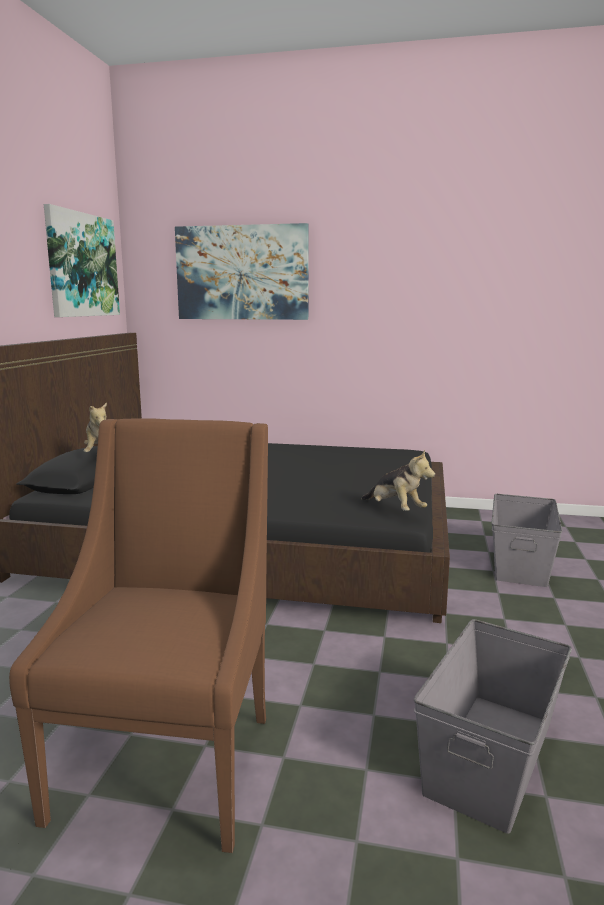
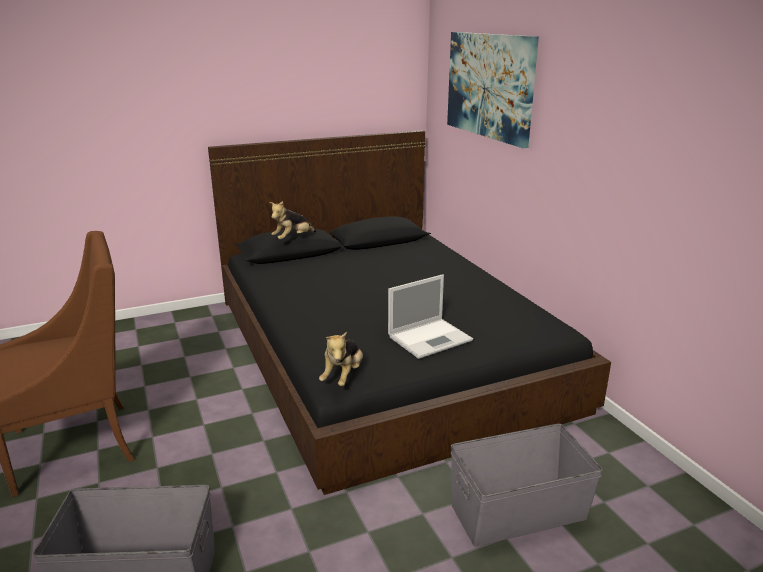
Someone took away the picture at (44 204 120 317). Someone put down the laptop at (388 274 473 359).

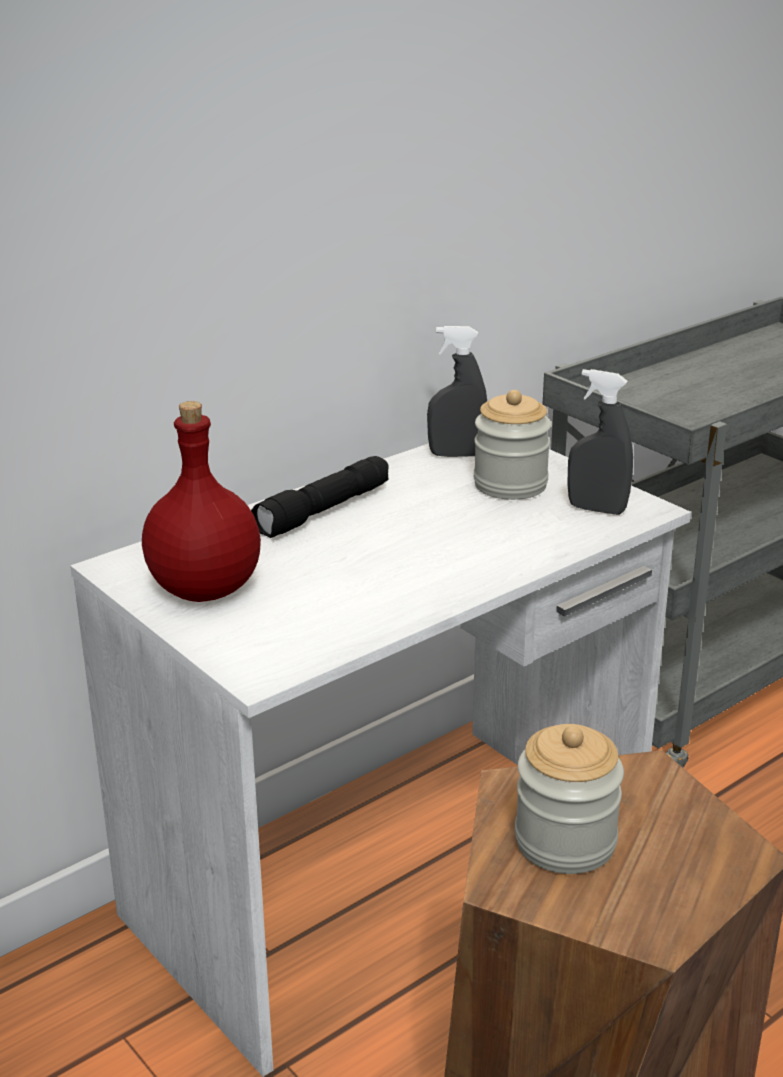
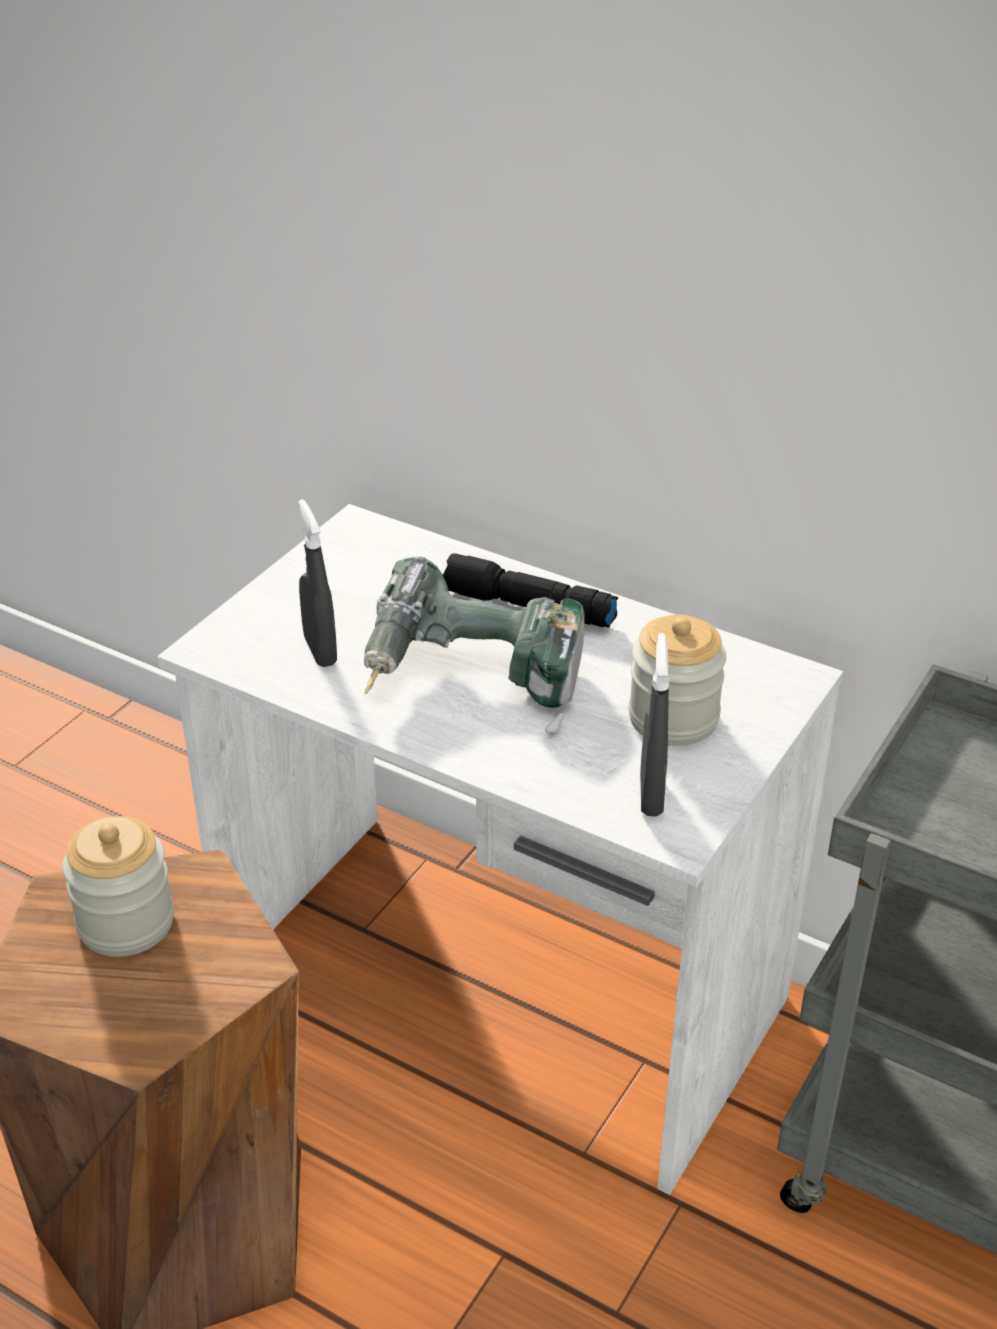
Someone carried the grey spray bottle from (427 326 487 457) to (299 499 337 667). Someone took away the red bottle at (142 401 261 602). Someone put down the power drill at (364 556 585 733).

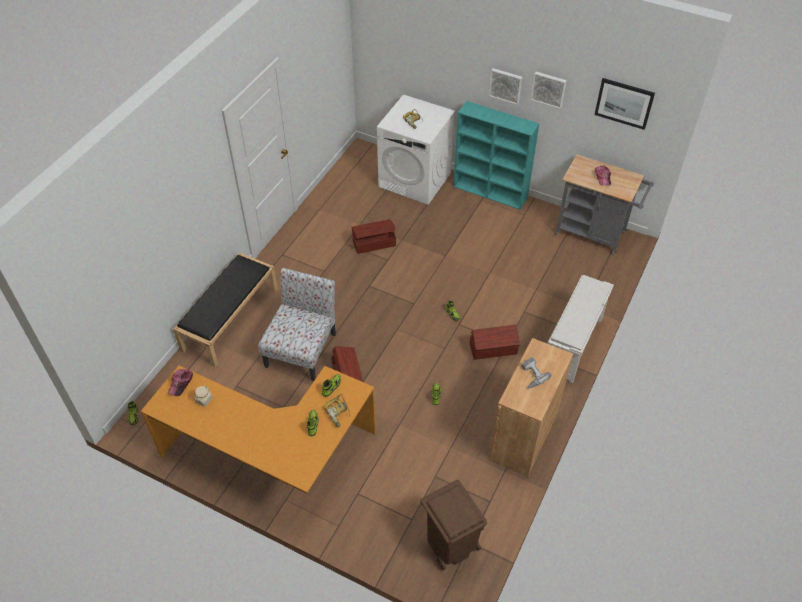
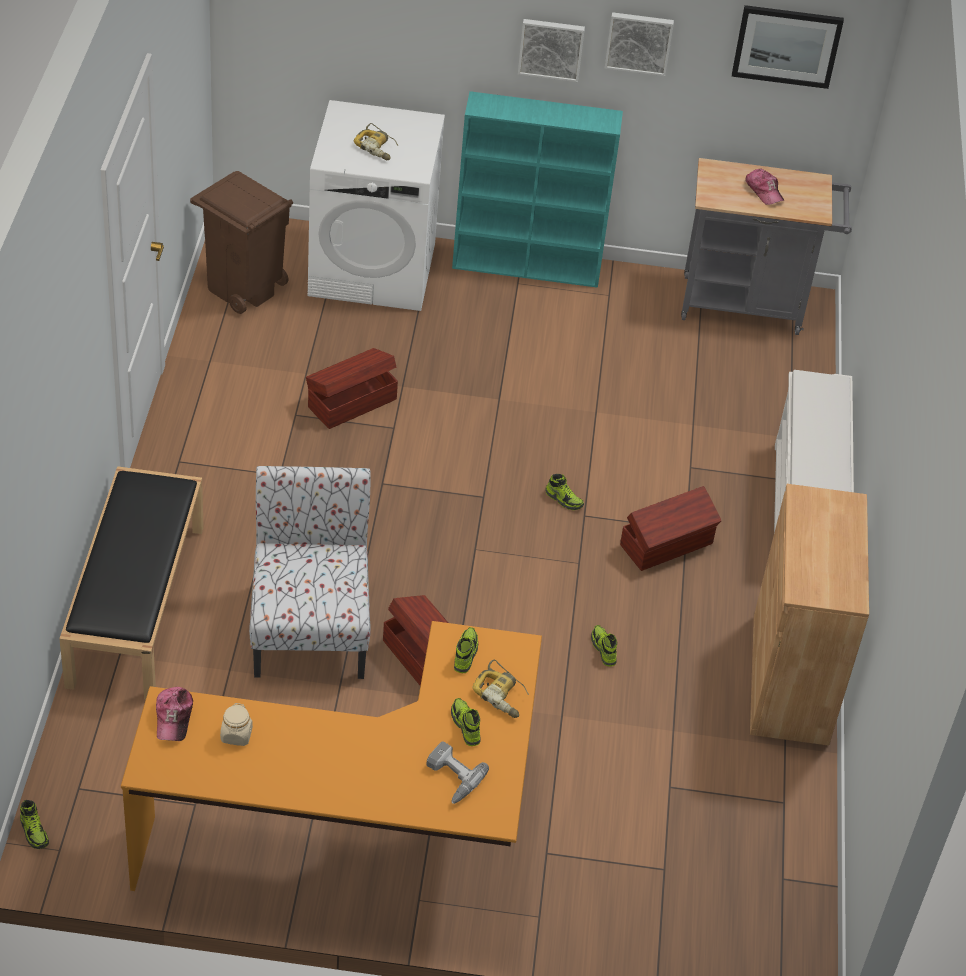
Someone carried the power drill from (521 357 551 388) to (426 741 489 804). Someone carried the brown trash can from (420 480 487 570) to (190 171 293 314).

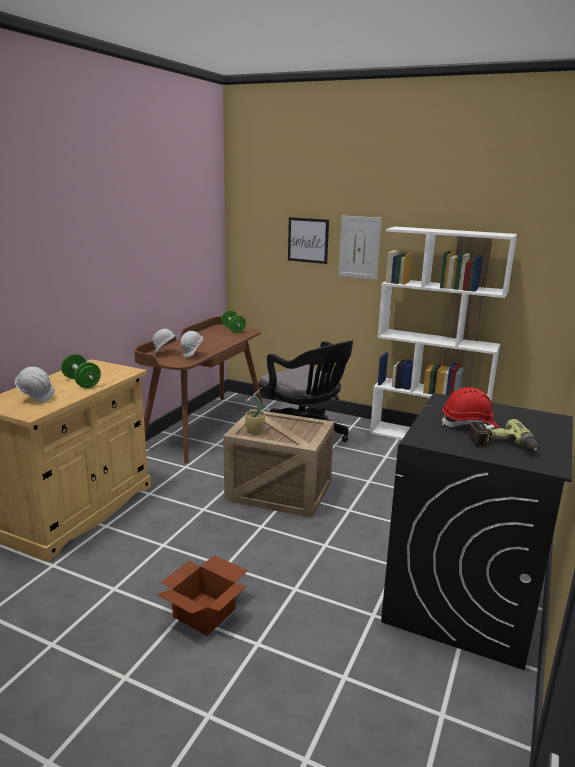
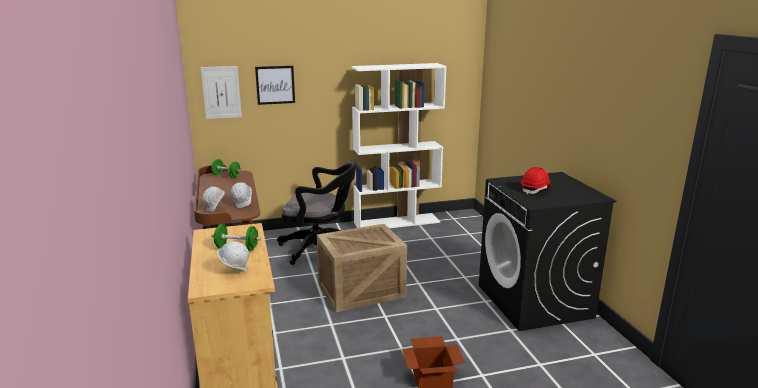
Someone carried the picture from (338 216 382 280) to (200 66 242 119). Someone took away the potted plant at (244 387 267 434). Someone took away the power drill at (469 419 540 453).

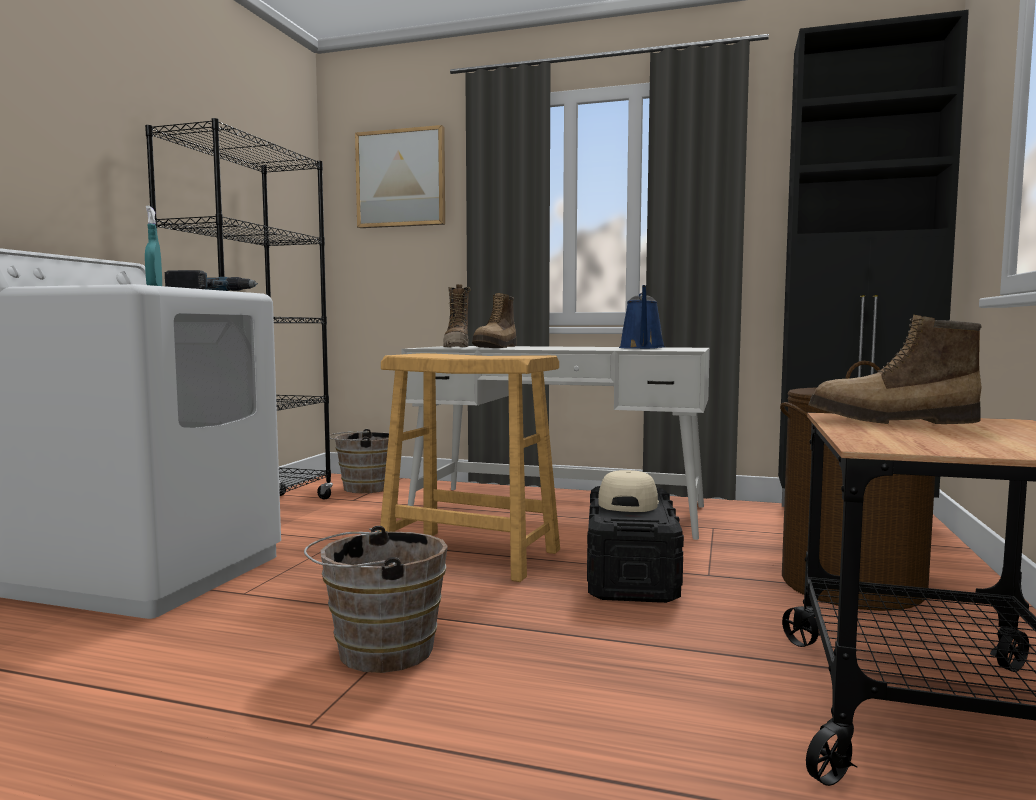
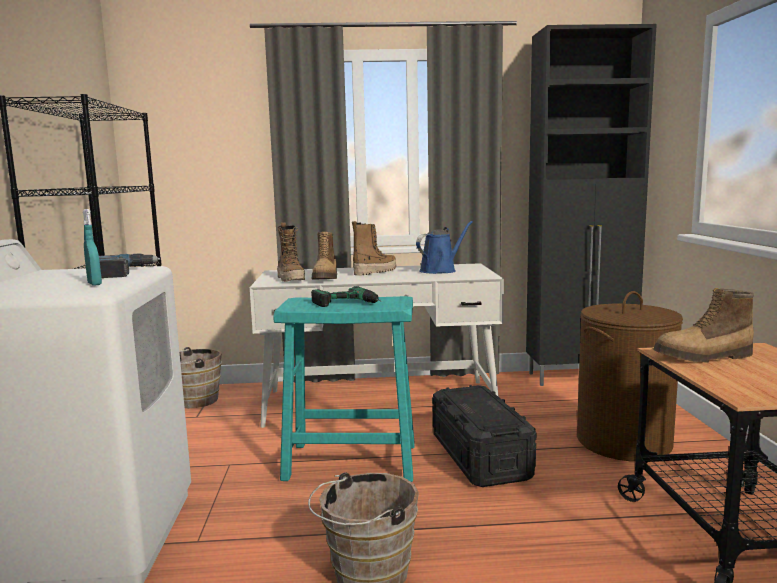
Someone took away the picture at (355 125 445 228). Someone rotated the blue watering can at (619 285 665 349) by 120 degrees counterclockwise. Someone repainted the beige stool at (380 353 560 582), which became the turquoise stool at (273 296 415 482). Someone took away the beige cap at (598 470 659 512). Someone put down the boot at (352 221 396 275). Someone put down the power drill at (311 286 382 307).

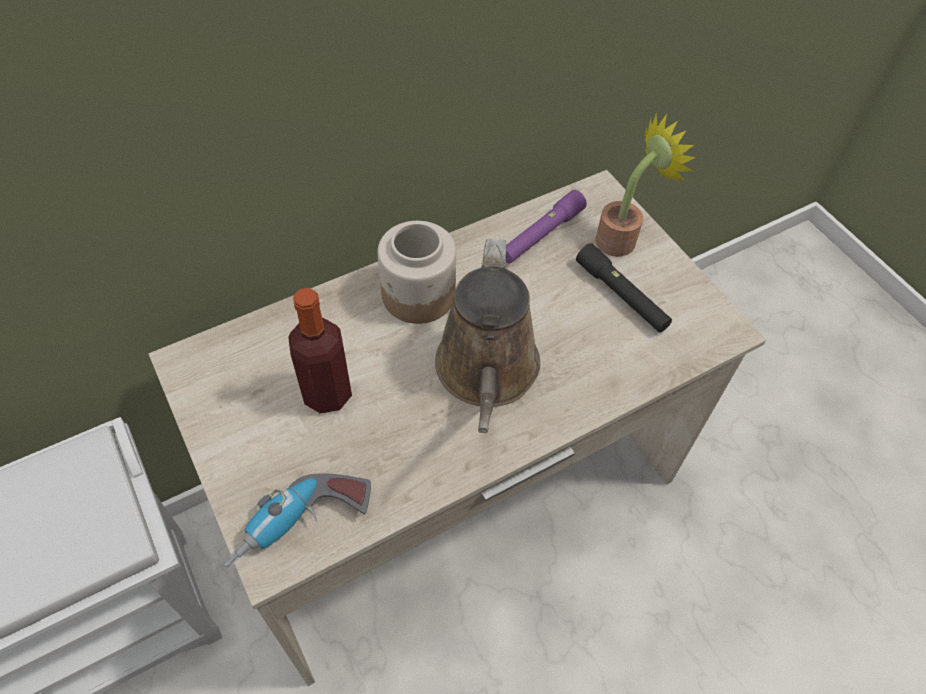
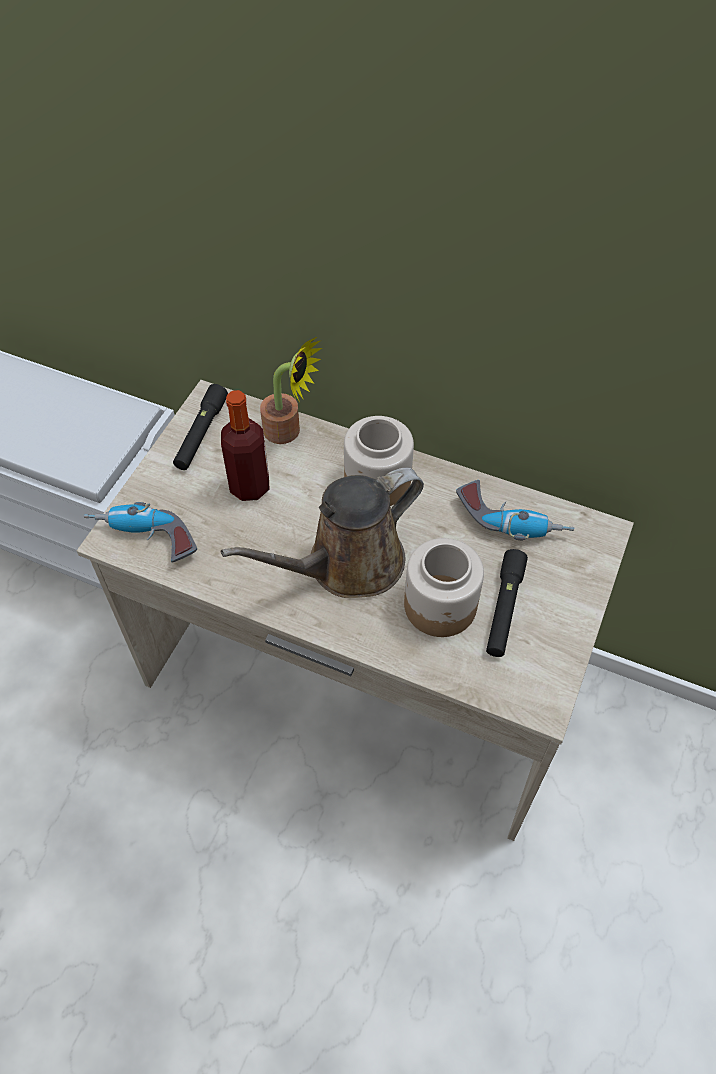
Someone carried the potted plant from (595 113 696 257) to (260 337 322 444). Someone swapped the purple flashlight at (506 190 587 263) for the power drill at (456 480 574 541). Someone put down the black flashlight at (173 384 228 470). Someone put down the jar at (404 538 484 637).

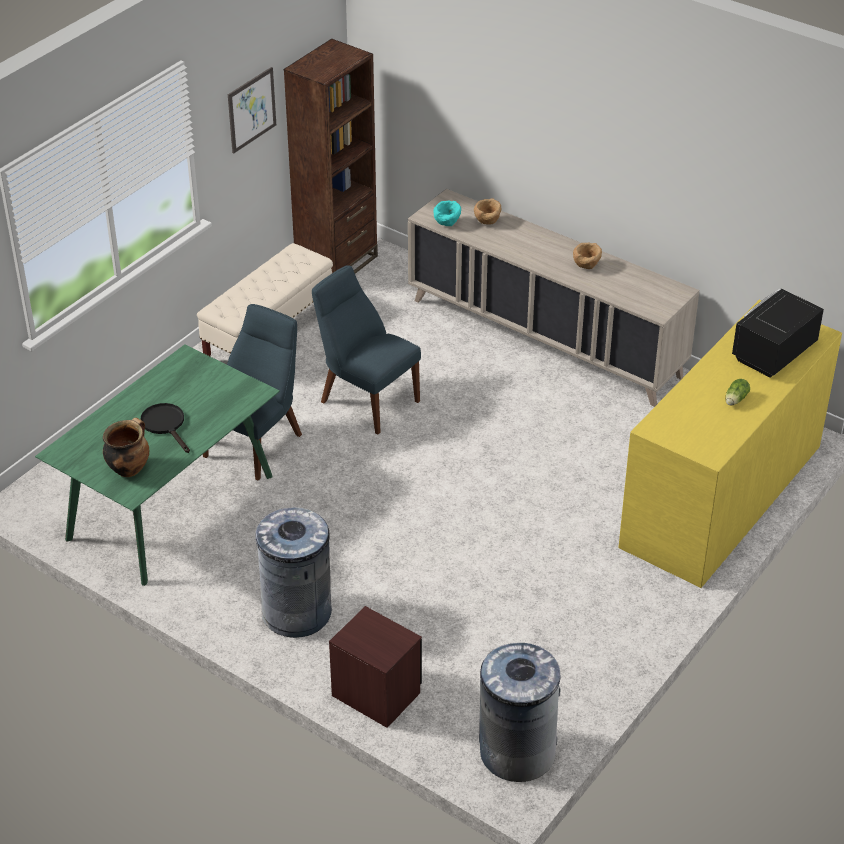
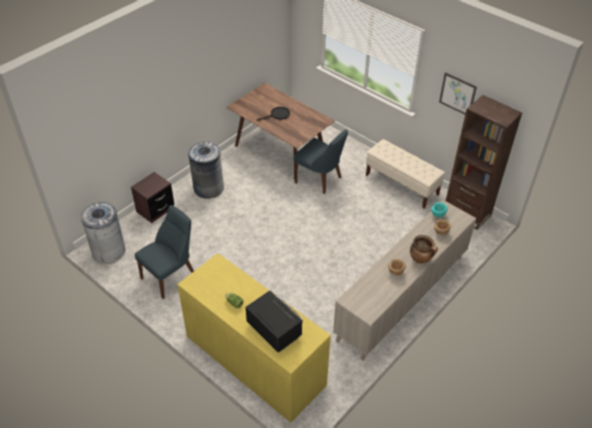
Someone carried the blue chair from (312 265 421 434) to (135 205 194 299). Someone repainted the green dining table at (35 344 280 586), which became the brown dining table at (226 83 335 184). Someone carried the cooking pot from (103 418 149 477) to (410 235 438 264).

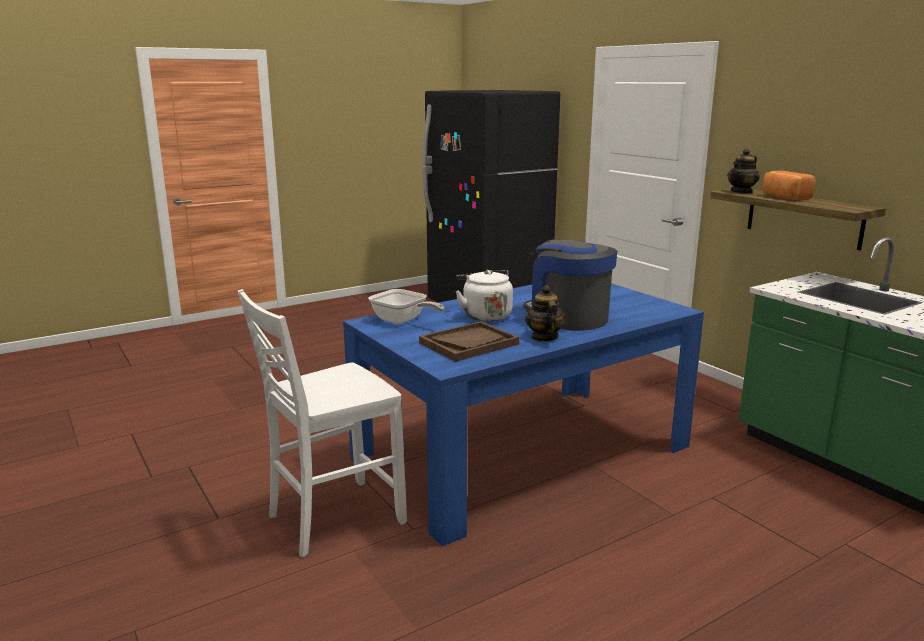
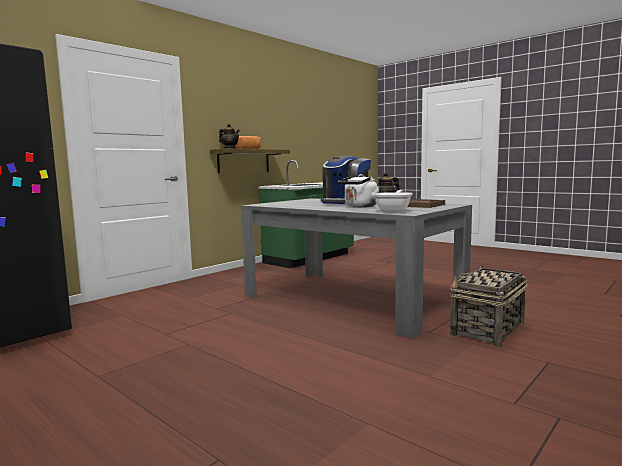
Someone repainted the blue dining table at (343 283 704 546), which became the grey dining table at (241 198 472 339). Someone swapped the white chair at (238 289 407 557) for the basket at (450 263 528 346).

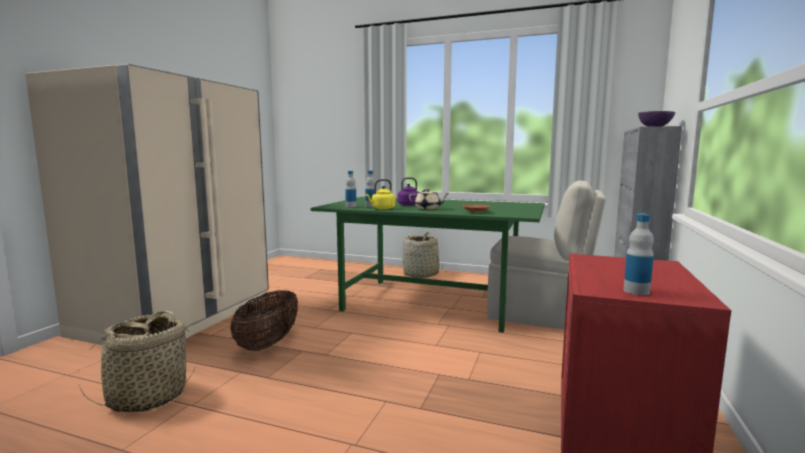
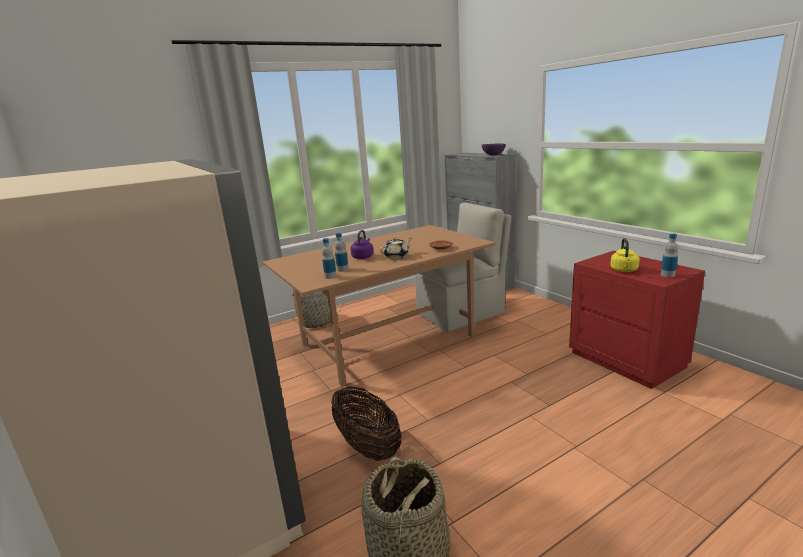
Someone carried the yellow kettle from (365 179 395 210) to (610 238 640 272). Someone repainted the green dining table at (310 197 545 333), which became the brown dining table at (263 225 495 387).

